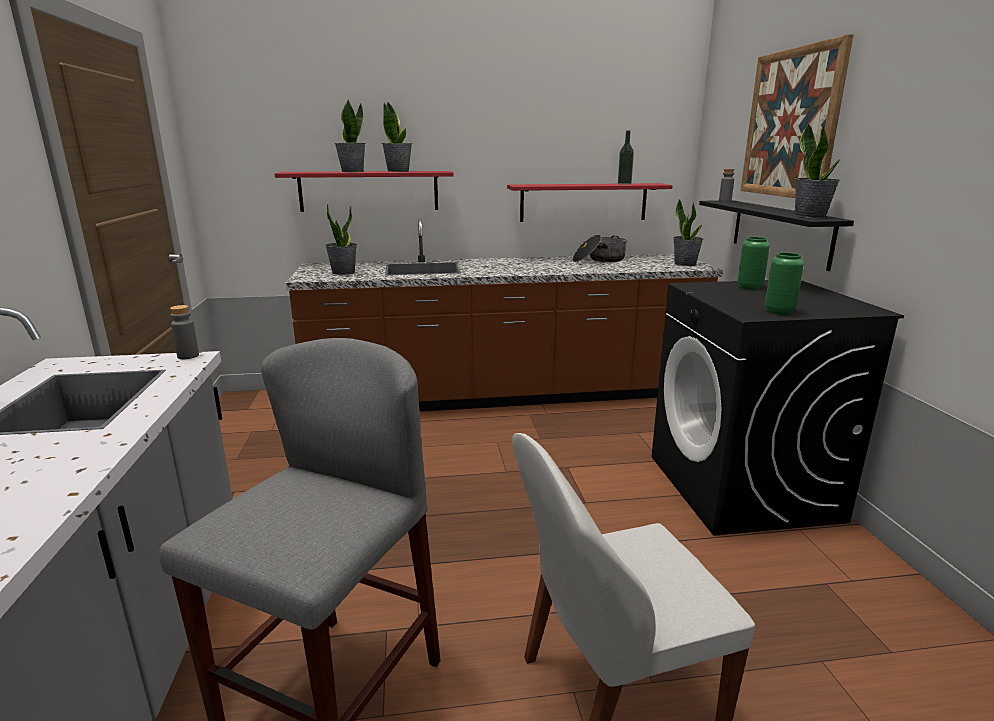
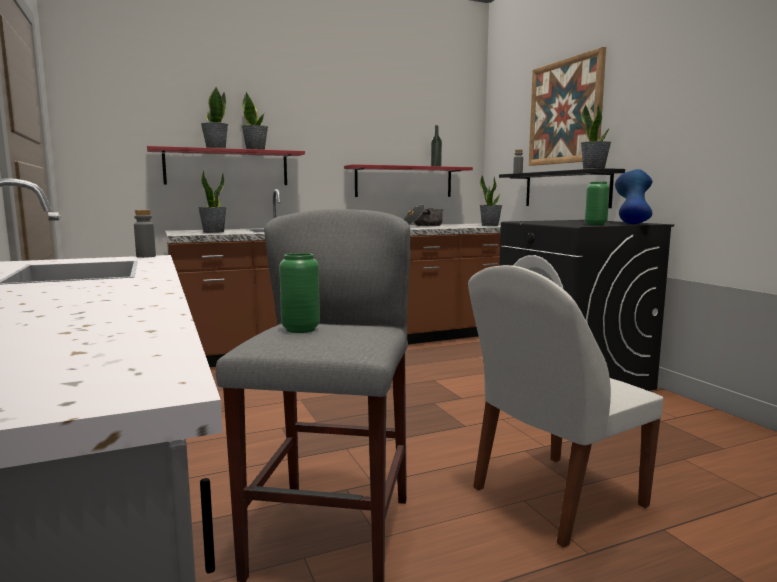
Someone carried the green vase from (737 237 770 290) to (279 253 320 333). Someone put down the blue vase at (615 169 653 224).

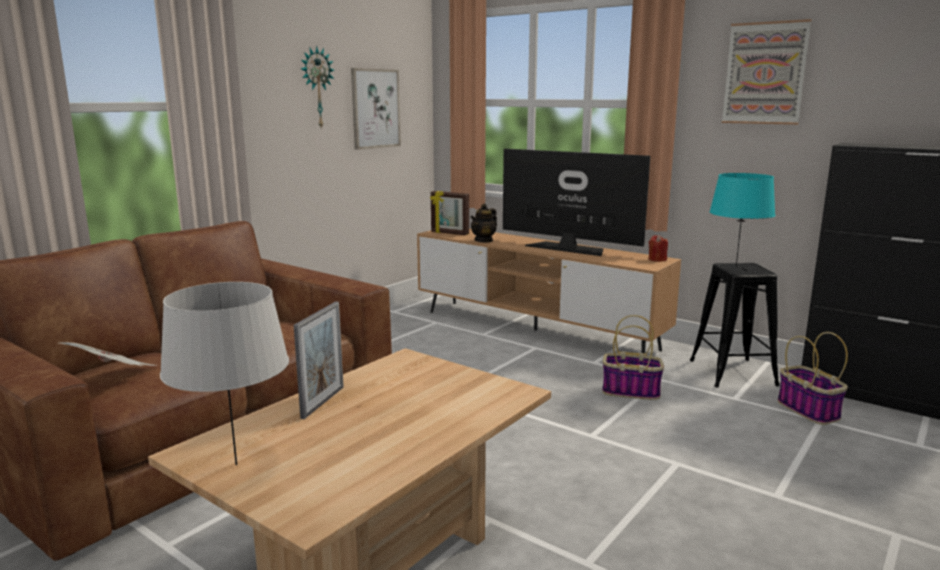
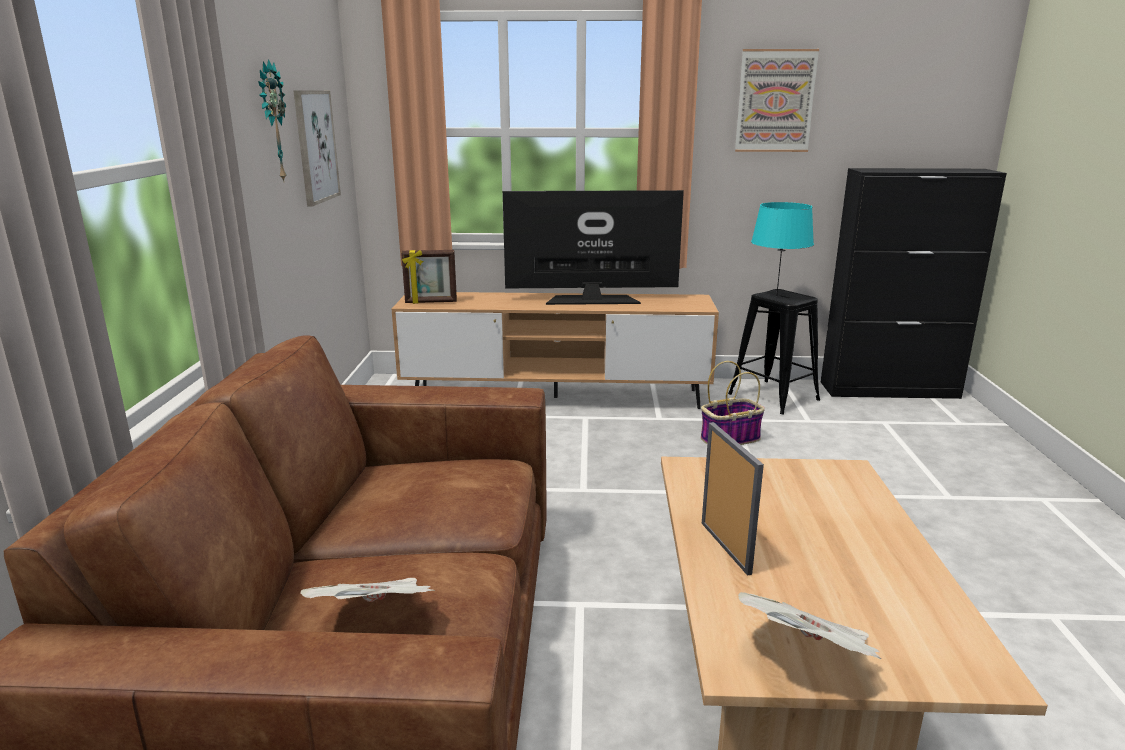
Someone took away the teapot at (470 203 497 243). Someone took away the red candle at (649 235 668 262). Someone swapped the grey table lamp at (160 282 289 465) for the newspaper at (738 592 881 659). Someone took away the basket at (778 332 848 425).

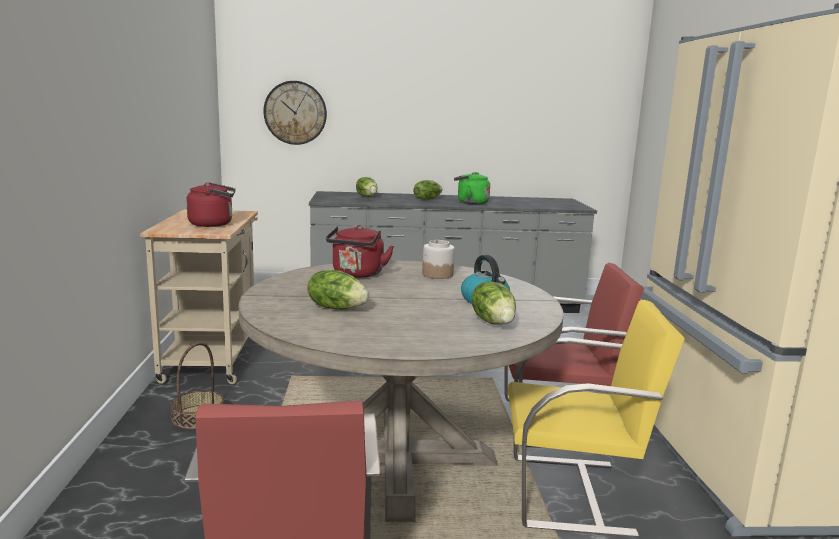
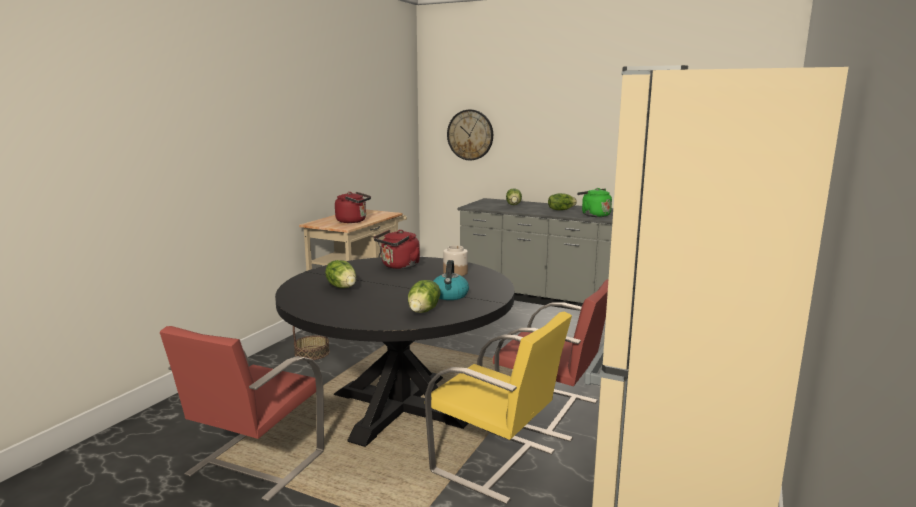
Someone repainted the beige dining table at (239 260 564 522), which became the black dining table at (275 257 514 447).

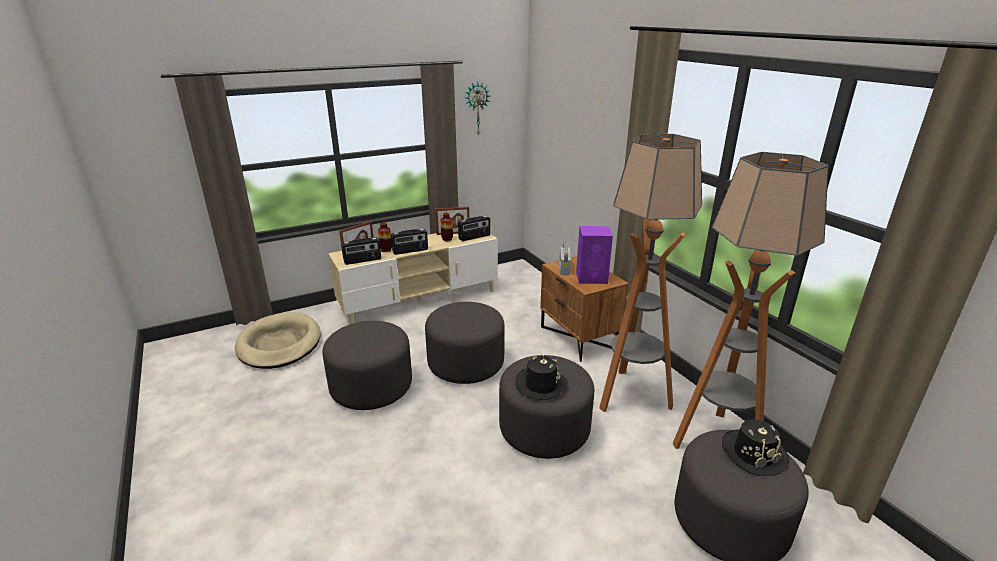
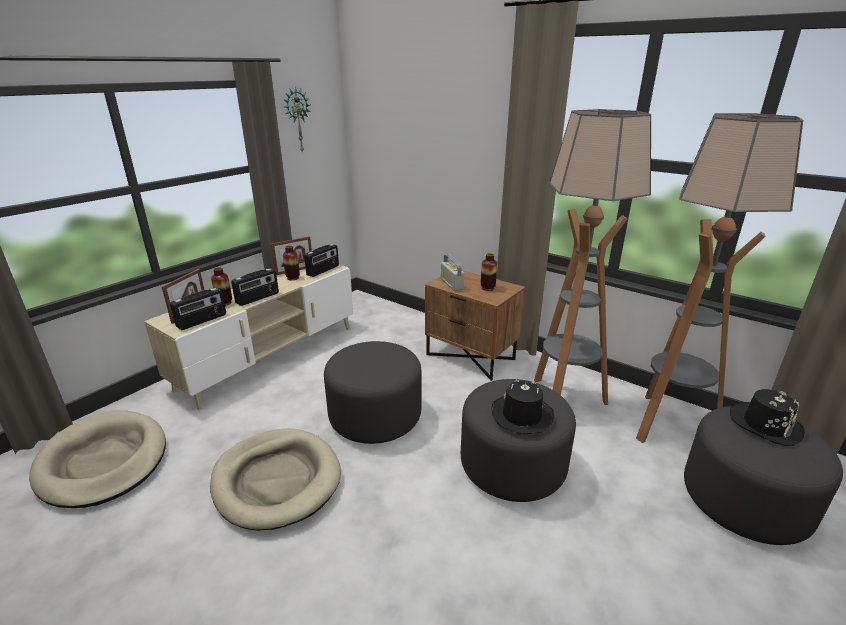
Someone swapped the purple speaker at (576 226 613 284) for the vase at (481 253 497 291). Someone swapped the grey ottoman at (322 321 412 410) for the beige dog bed at (210 428 341 531).

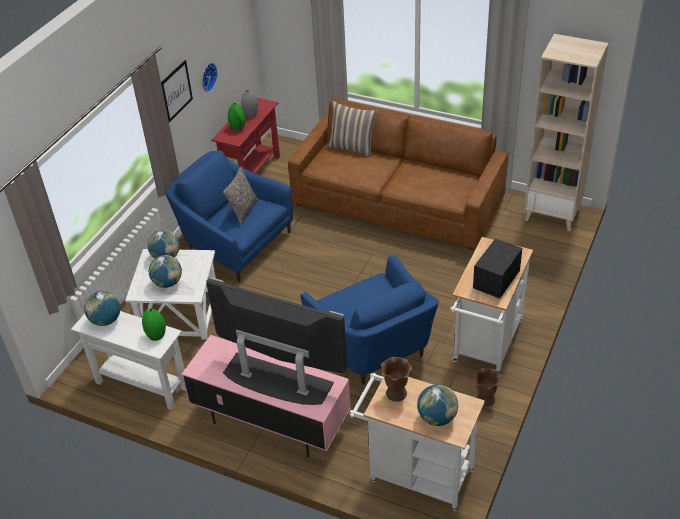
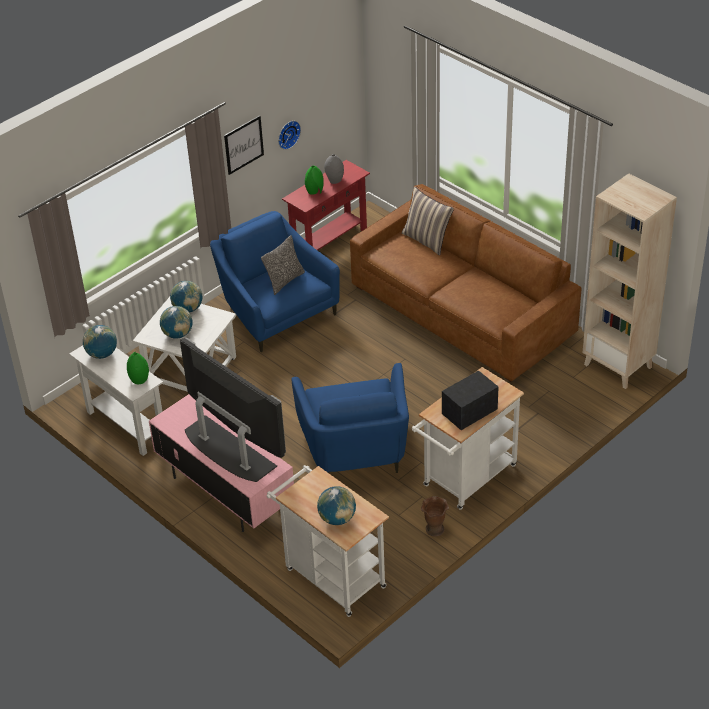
Someone took away the brown vase at (381 357 412 402).

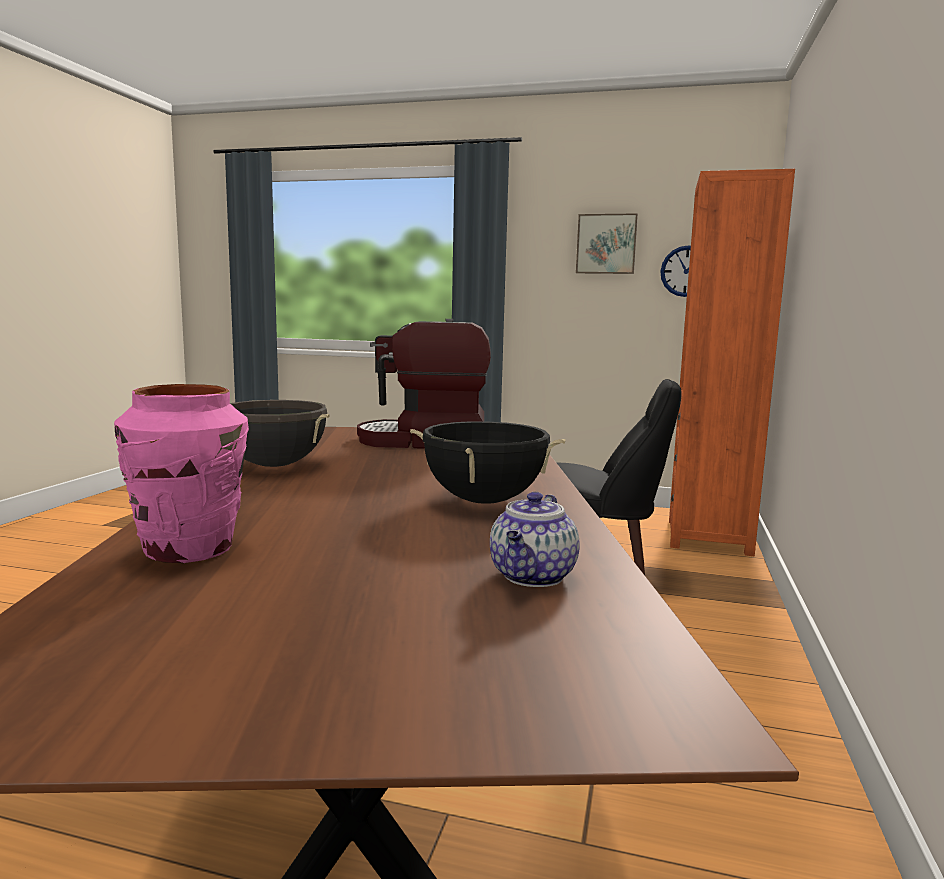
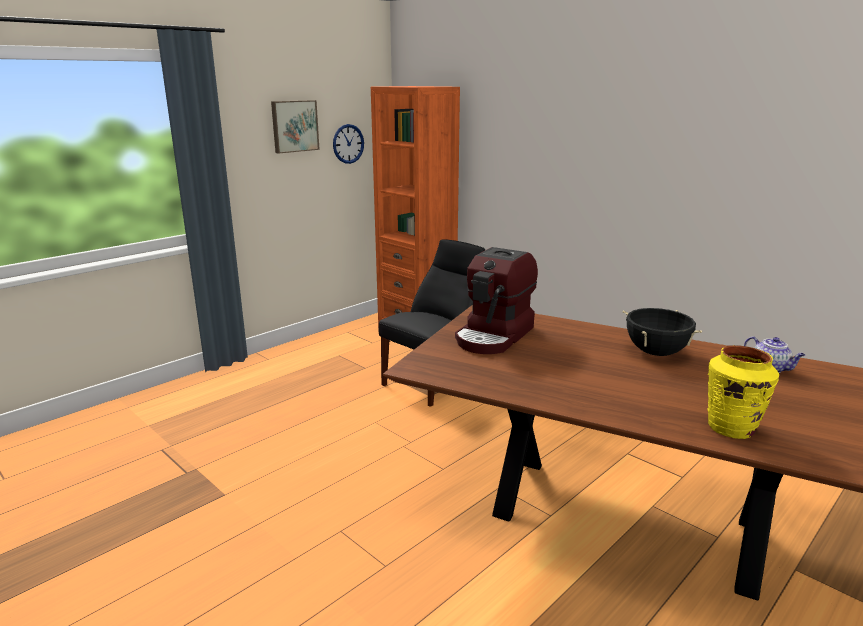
Someone repainted the pink vase at (114 384 249 563), which became the yellow vase at (707 345 779 439). Someone took away the black cooking pot at (230 400 329 467).

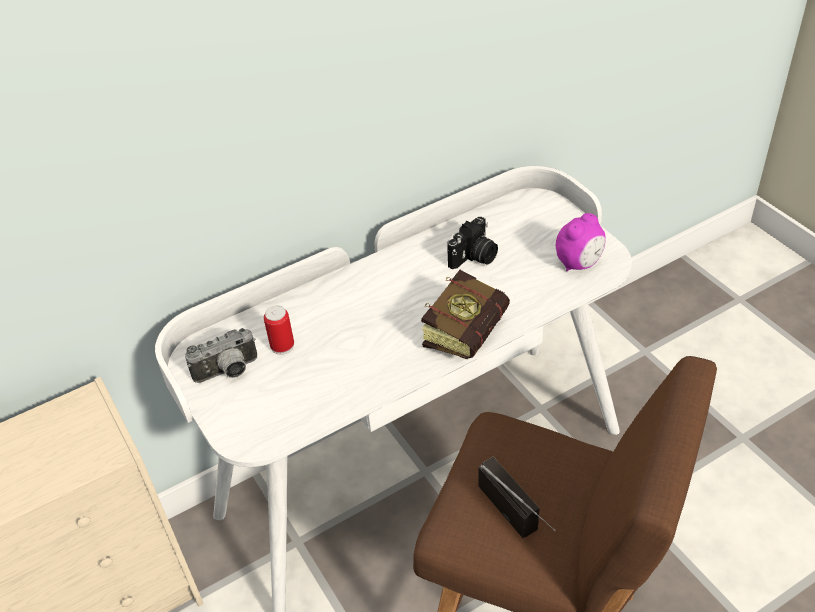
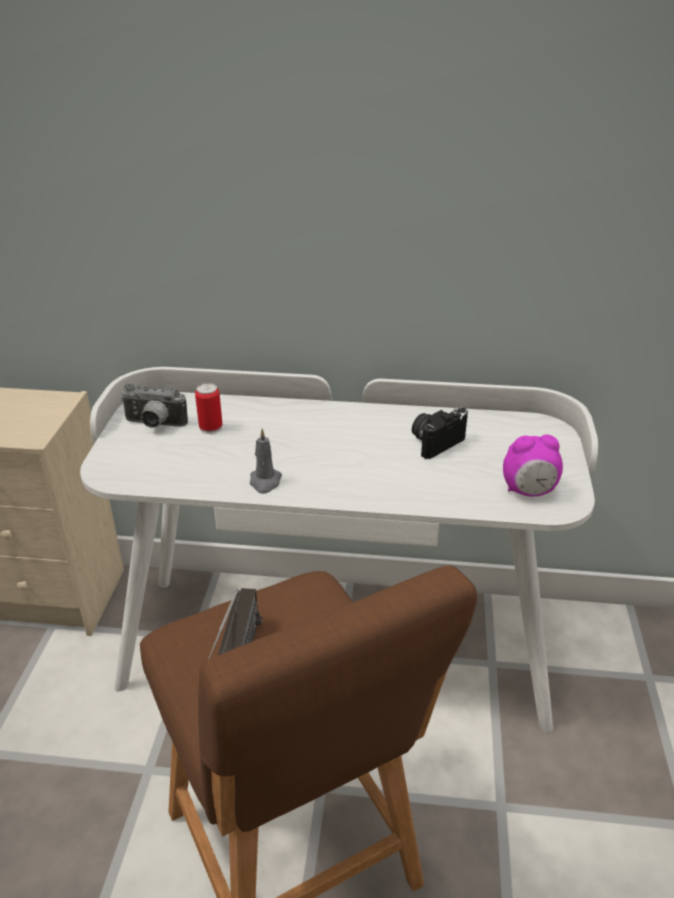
Someone rotated the photo camera at (447 217 498 269) by 150 degrees clockwise. Someone took away the book at (421 270 510 360). Someone put down the grey candle at (250 429 282 494).

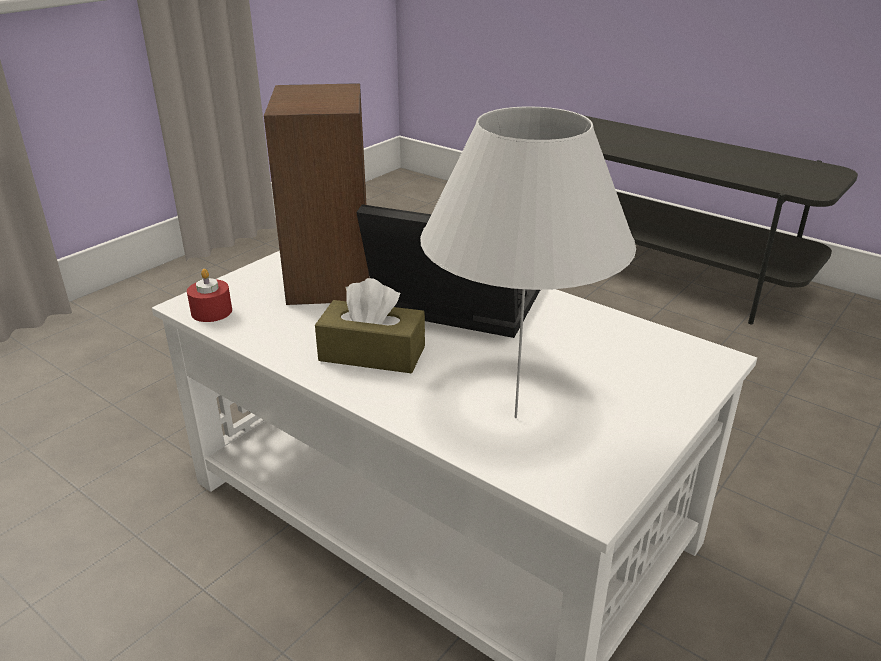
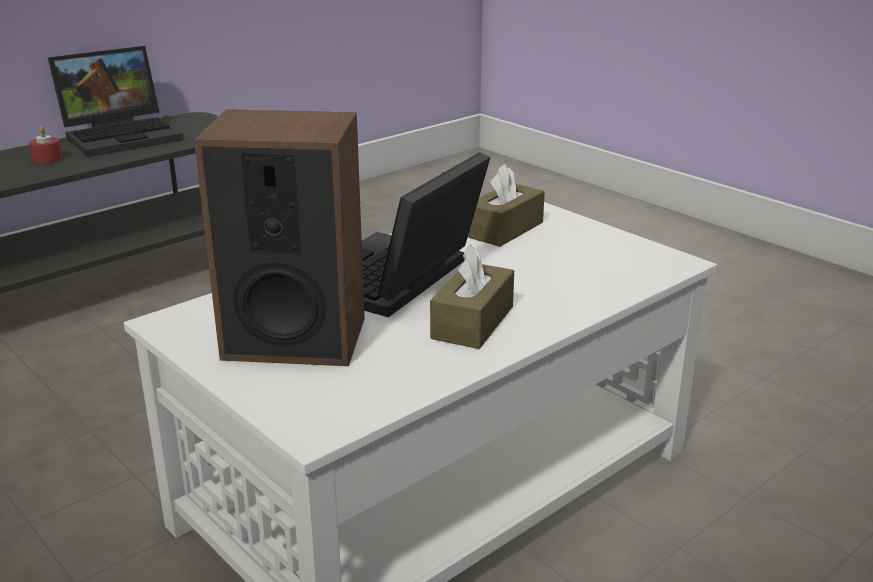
Someone took away the white table lamp at (420 106 636 418). Someone carried the red candle from (187 269 232 322) to (29 126 62 164). Someone put down the laptop at (48 46 184 157). Someone put down the brown tissue box at (468 164 545 247).

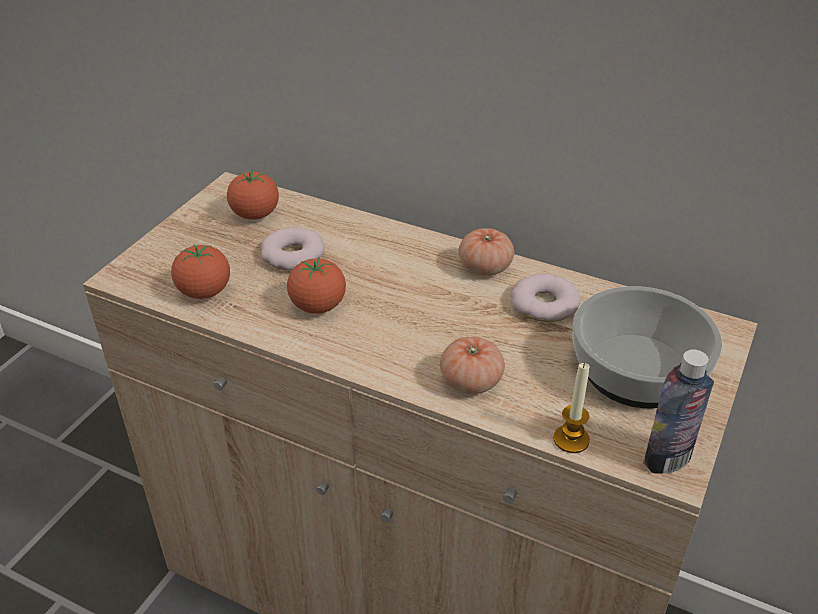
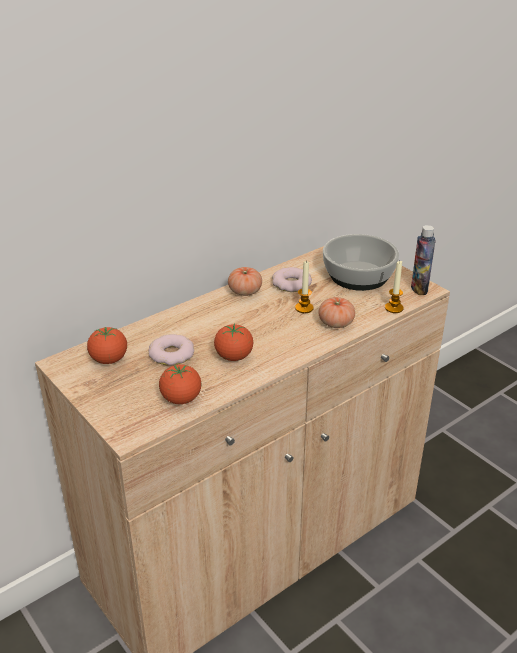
Someone put down the candle at (295 261 314 313).

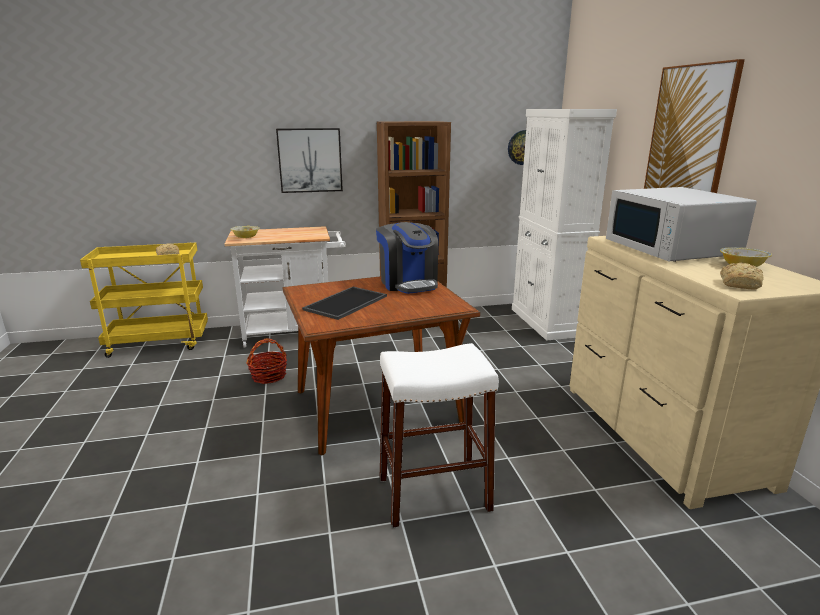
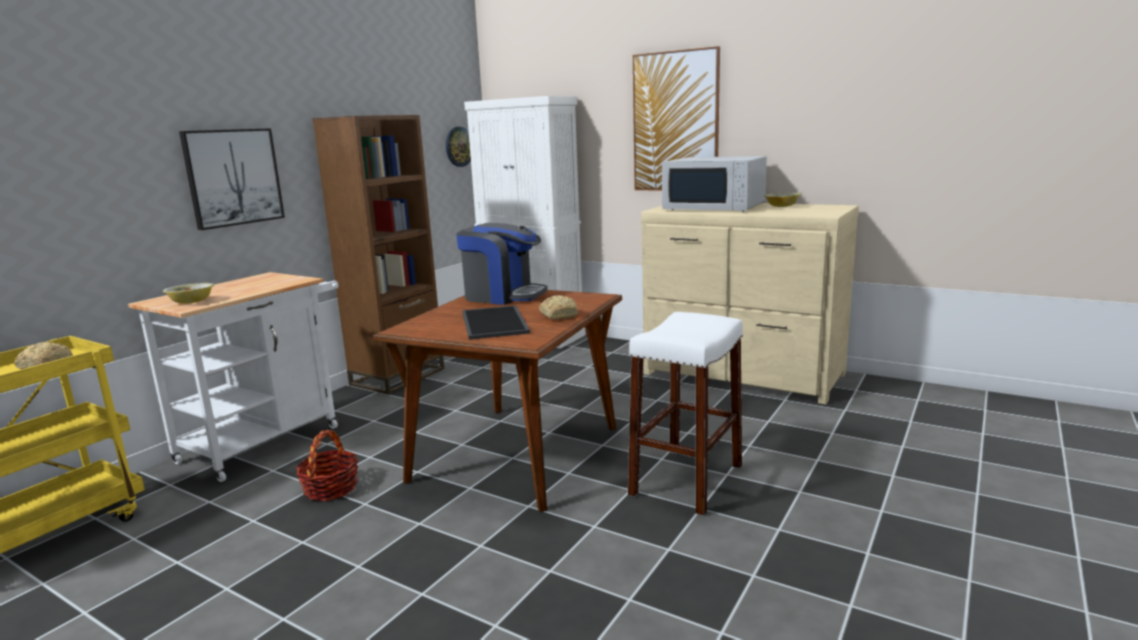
Someone carried the bread from (720 262 764 290) to (539 295 578 320).

